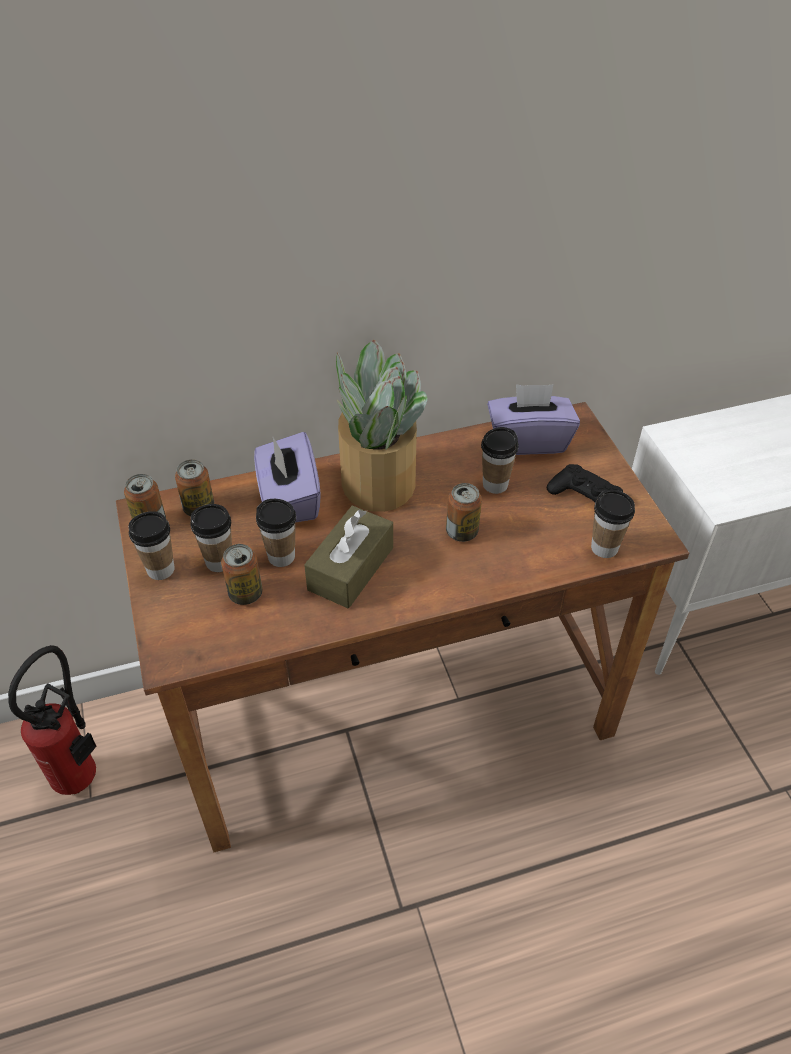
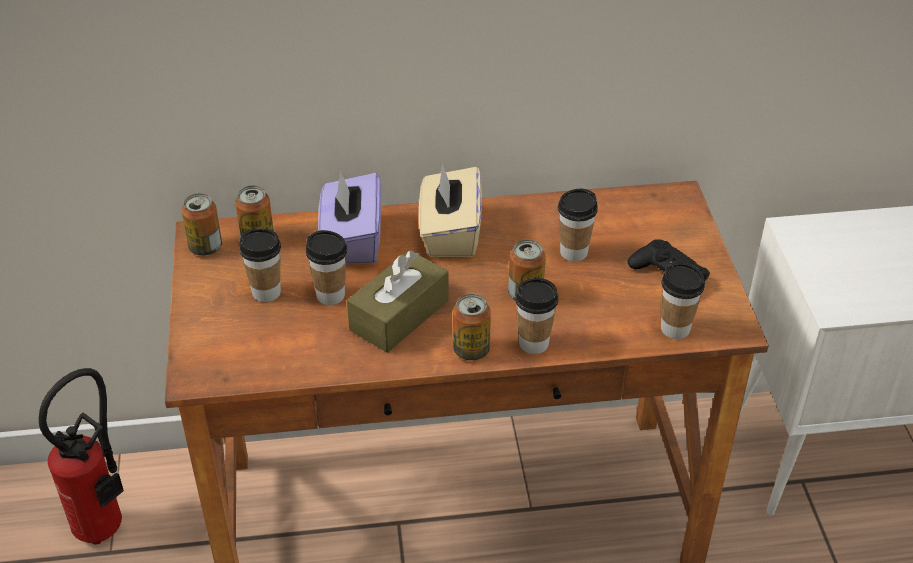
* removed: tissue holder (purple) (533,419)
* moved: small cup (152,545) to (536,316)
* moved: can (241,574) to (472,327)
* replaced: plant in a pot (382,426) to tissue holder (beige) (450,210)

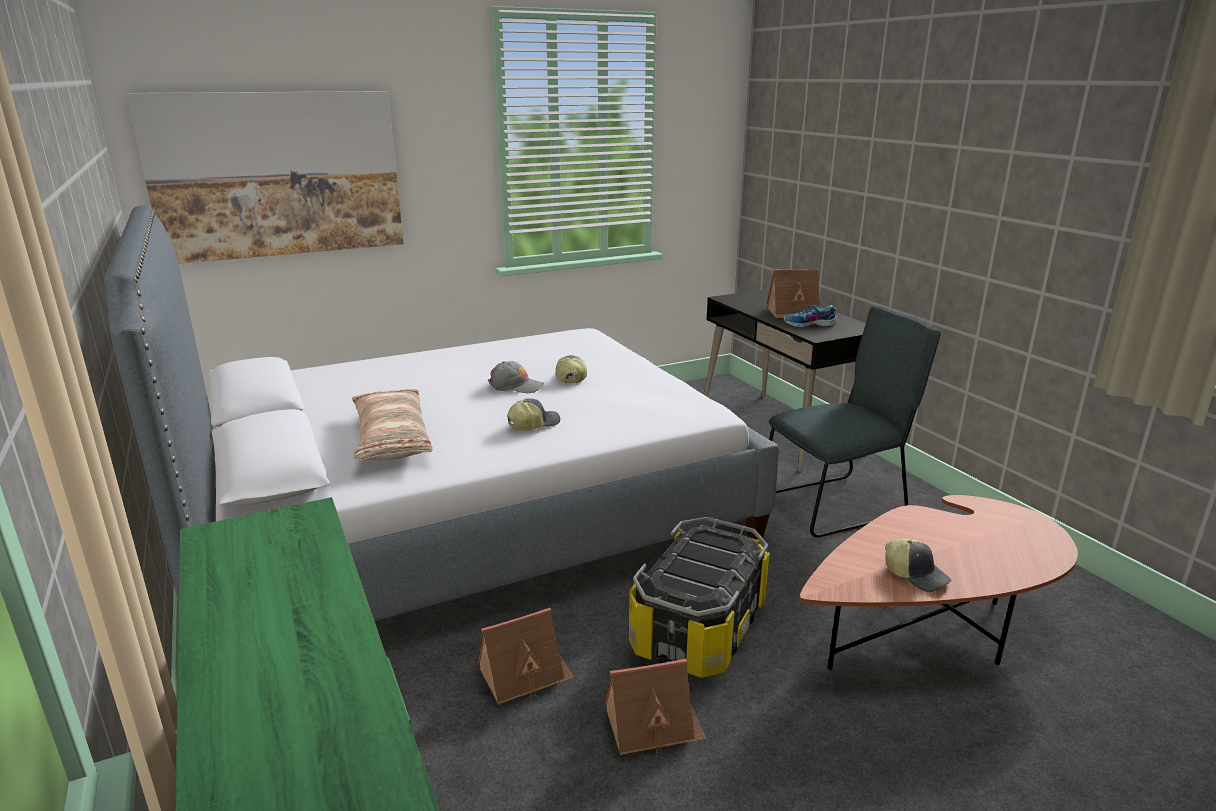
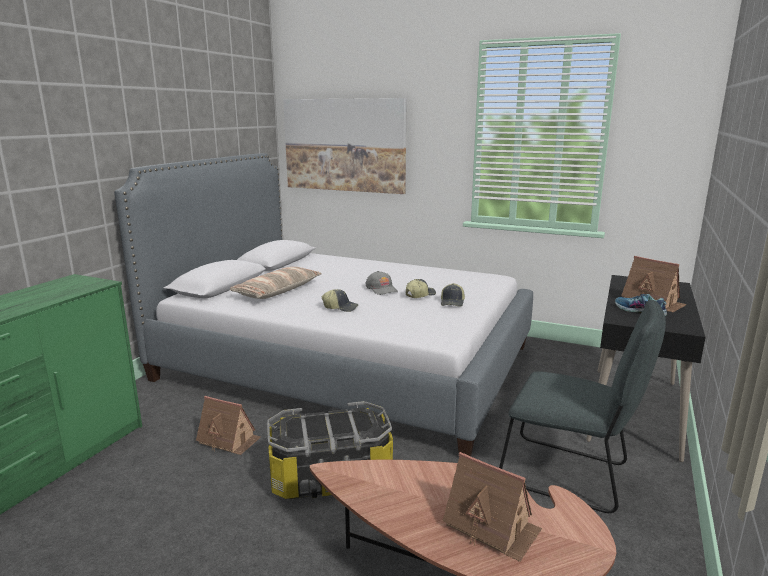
* moved: toy house (655,707) to (492,507)
* moved: cap (918,565) to (453,295)

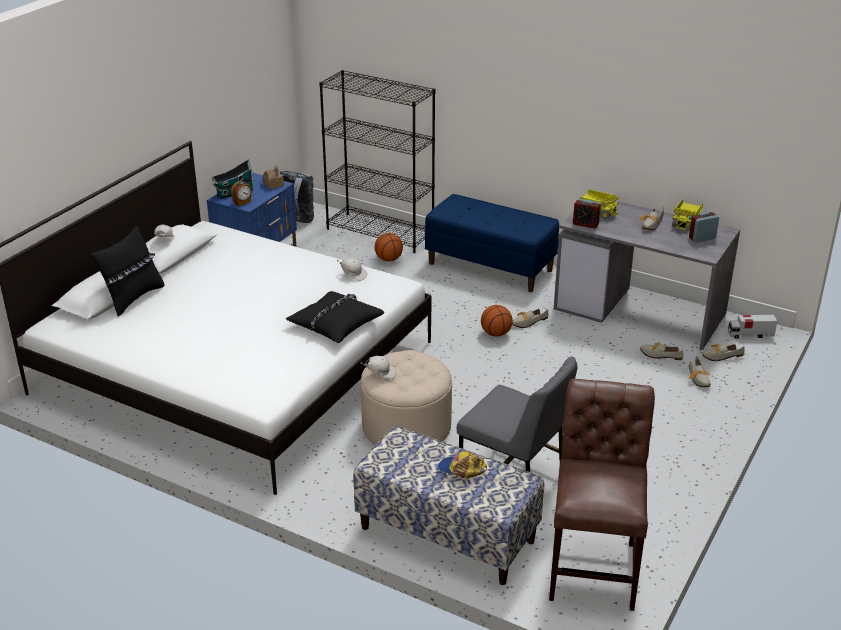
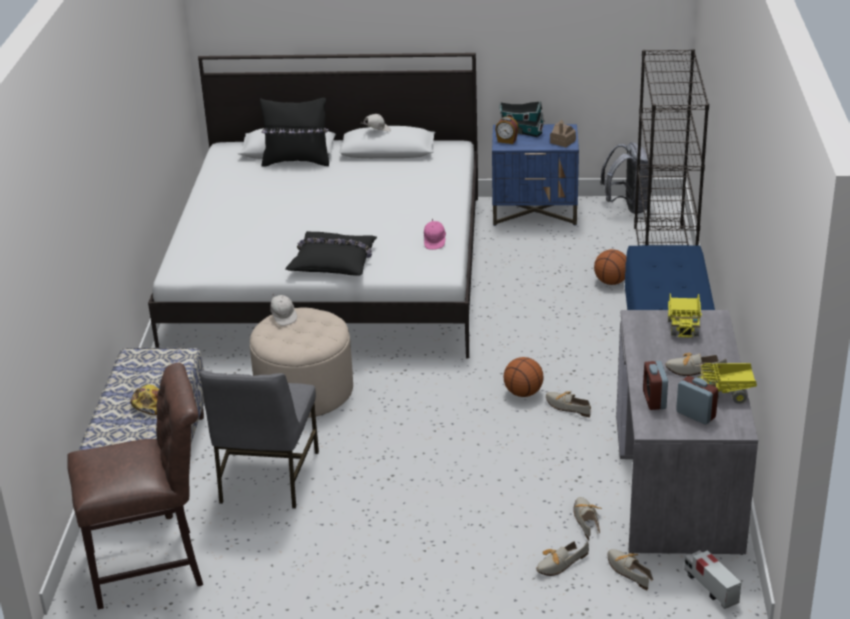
* moved: bedside clock (587,213) to (655,385)
* recoloured: cap (white-coloured) (352,269) to cap (pinkish) (435,234)

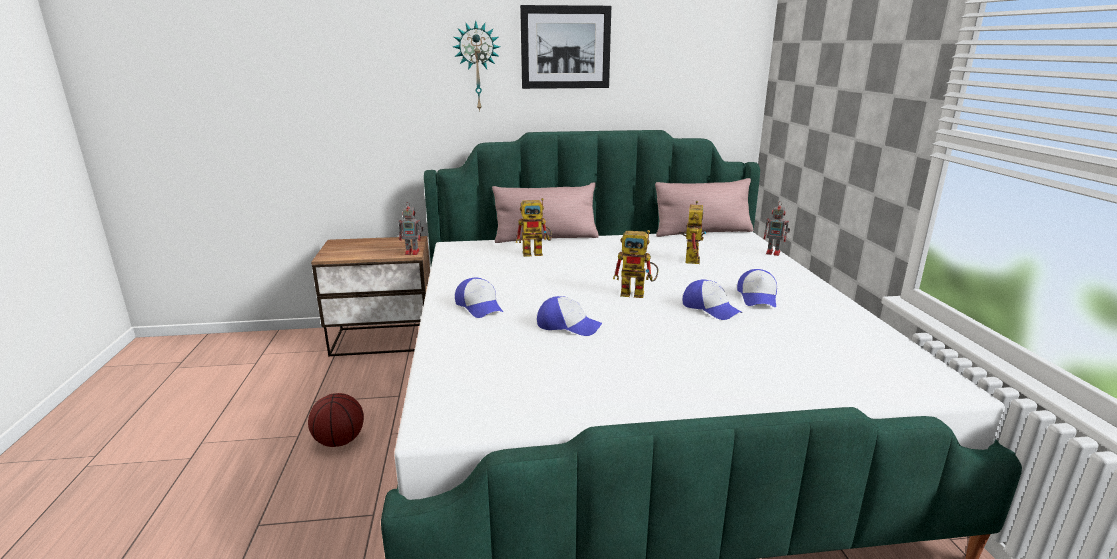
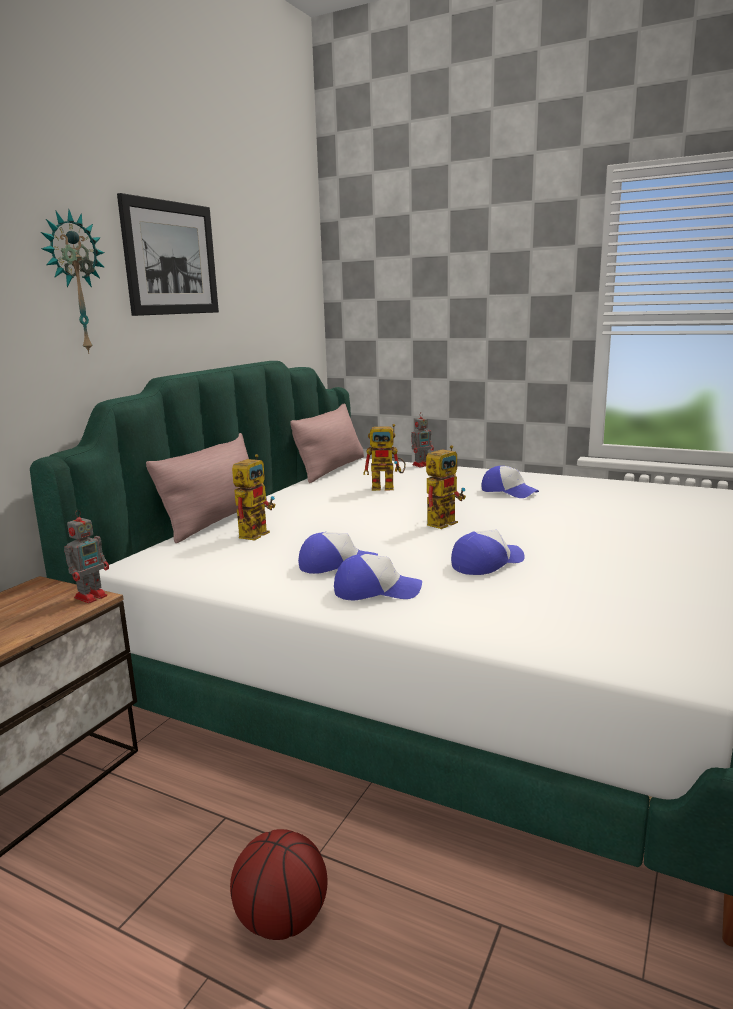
* moved: cap (712,299) to (338,553)
* turned: model robot (693,232) = (384,457) 135 degrees clockwise

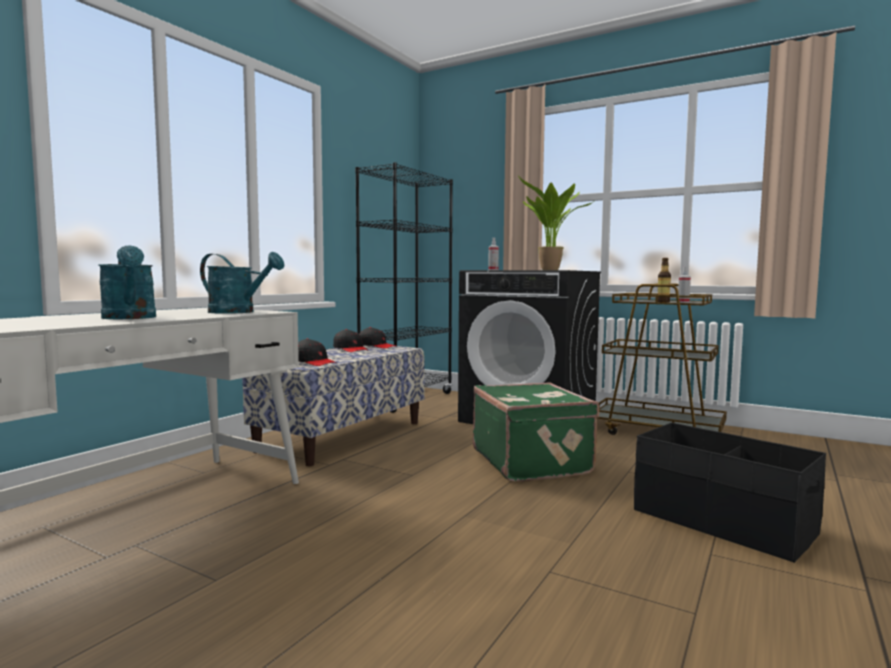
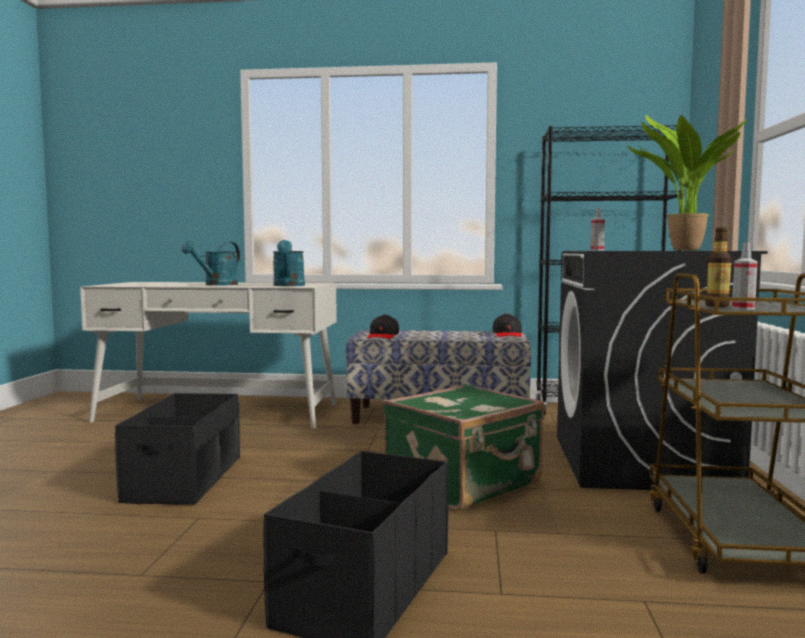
* removed: cap (black) (351,340)
* added: storage box (black) (177,449)

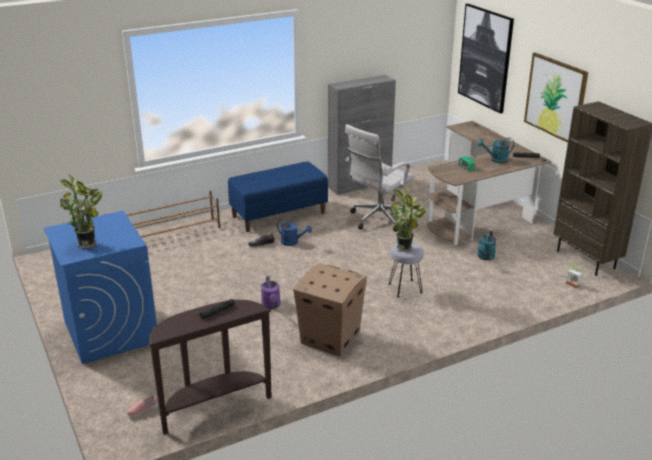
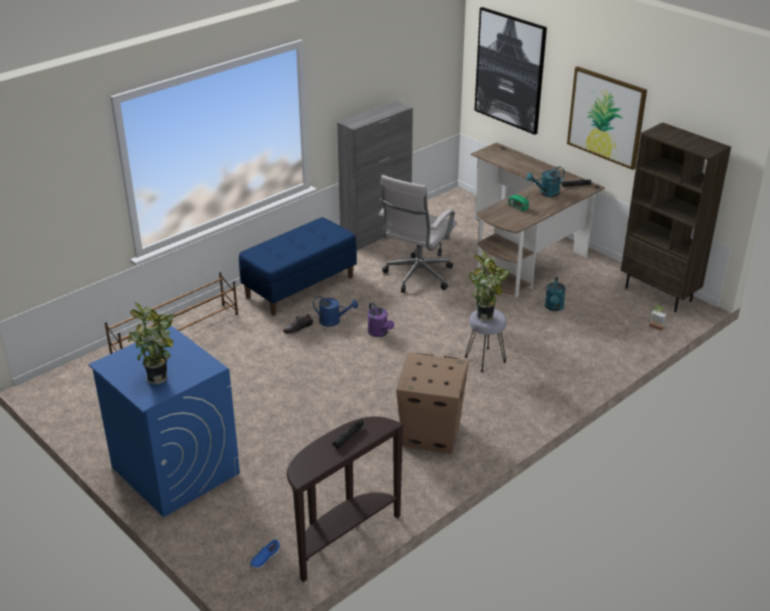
* moved: watering can (purple) (271,292) to (381,319)
* recoloured: low shoe (pinkish) (142,406) to low shoe (bluish) (265,554)

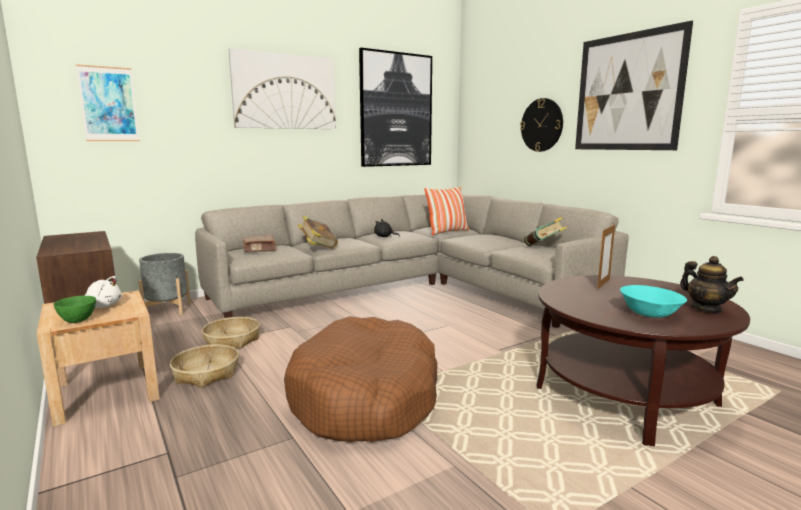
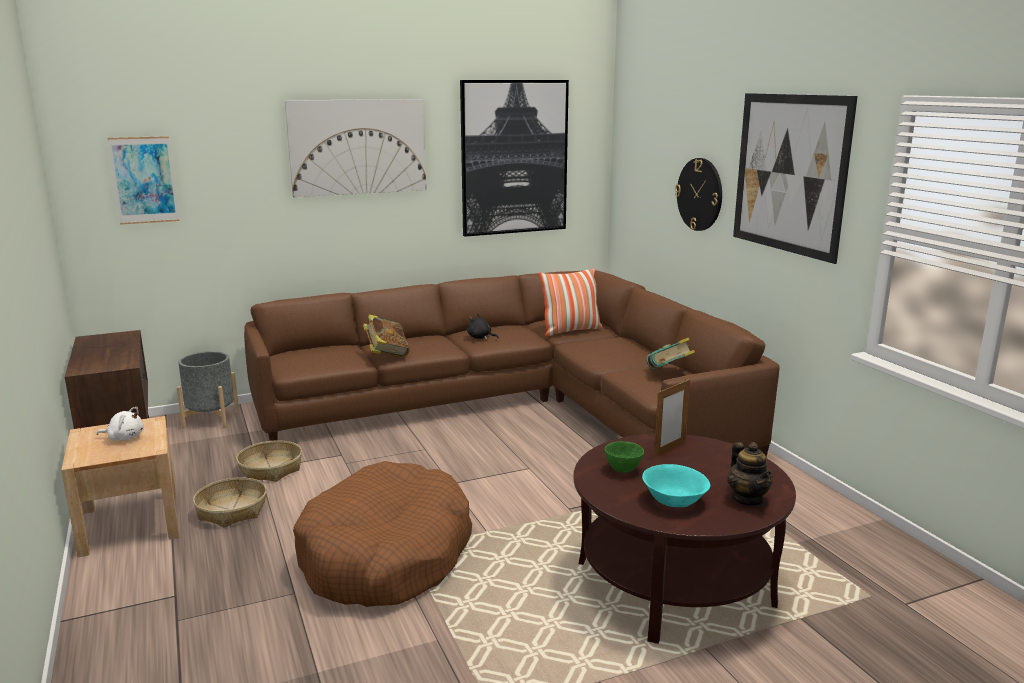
* removed: book (brownish) (259,243)
* moved: serving bowl (green) (74,309) to (624,457)
* recoloured: couch (grey) (412,260) to couch (brownish) (511,363)

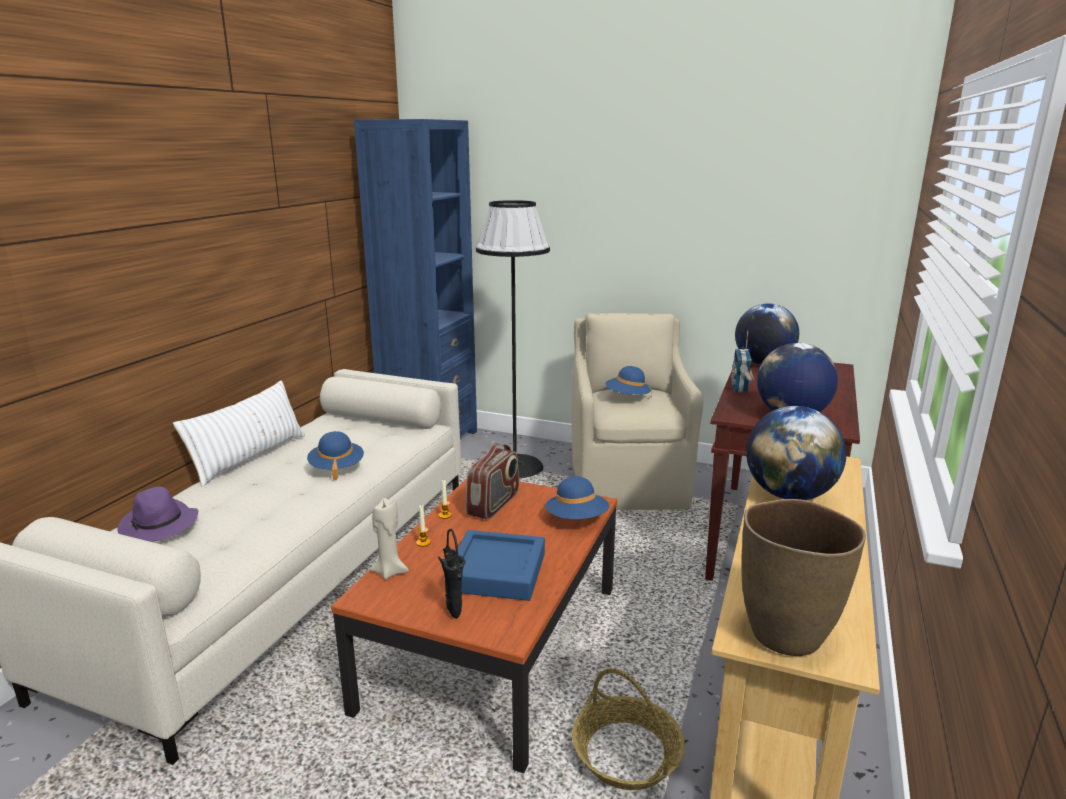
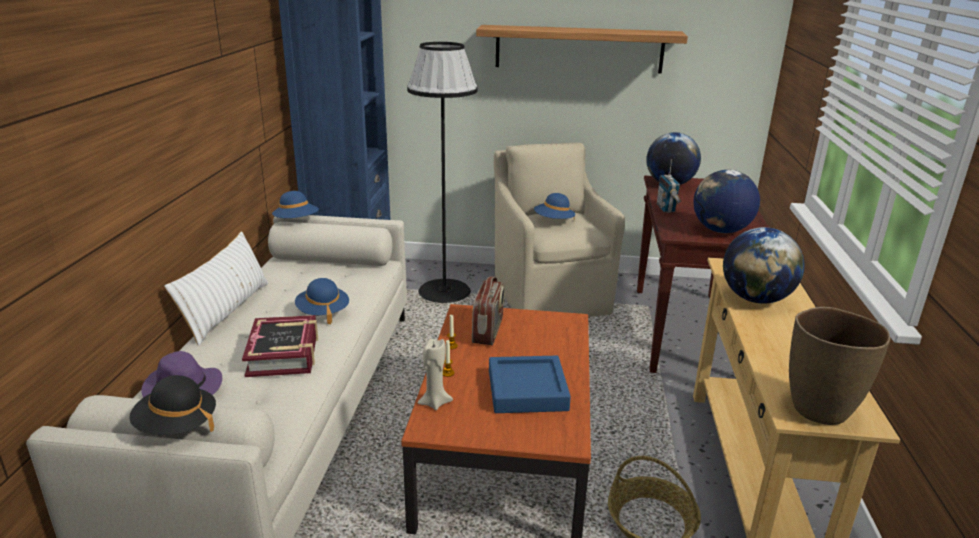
* removed: flower vase (black) (452,574)
* added: clothing hat (black) (172,405)
* added: book (280,346)
* added: wall shelf (582,49)
* moved: clothing hat (bluish) (577,498) to (295,204)

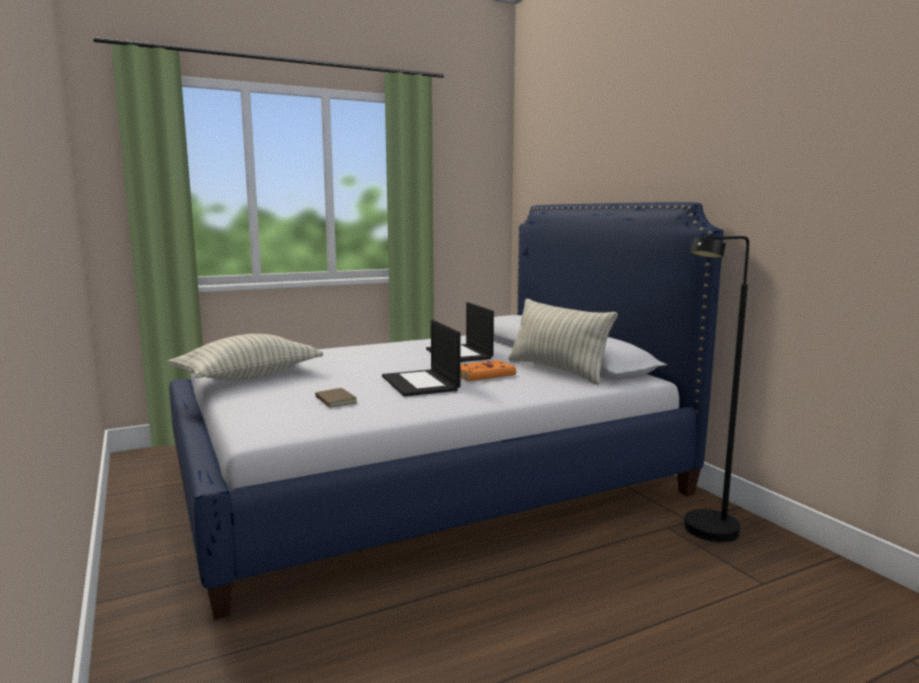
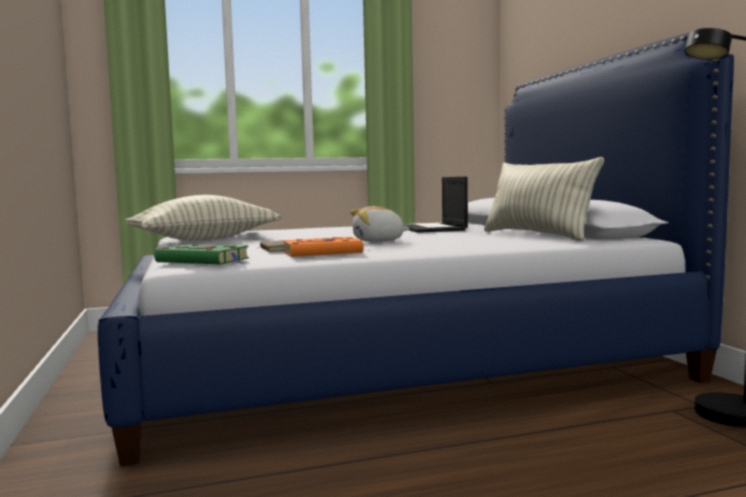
* added: book (green) (201,254)
* moved: book (orange) (488,370) to (326,247)
* replaced: laptop (421,358) to soft toy (380,224)

